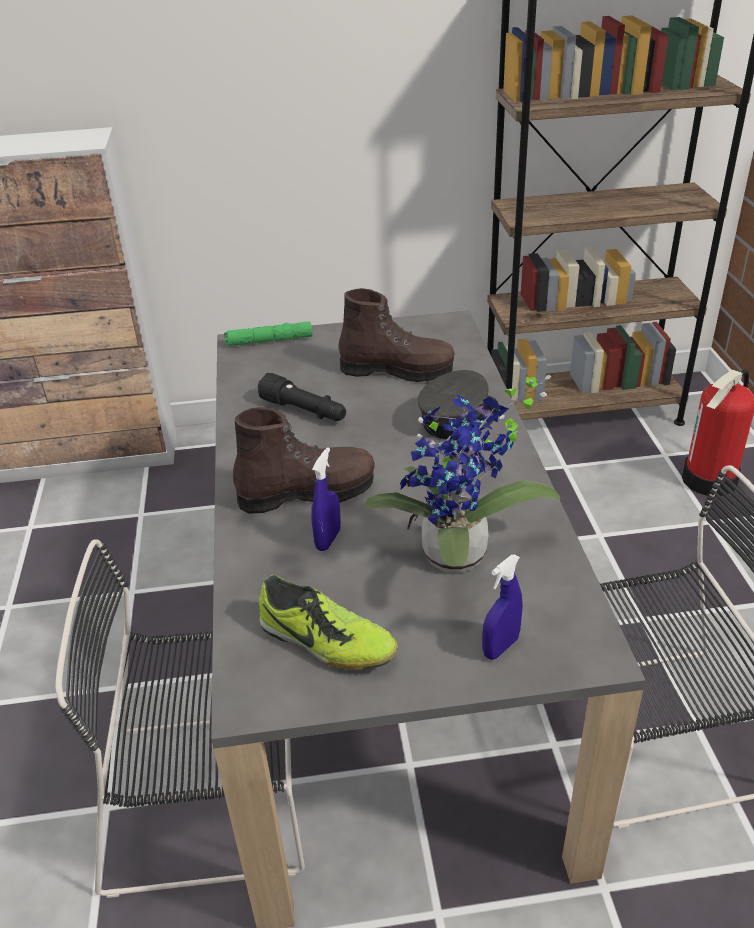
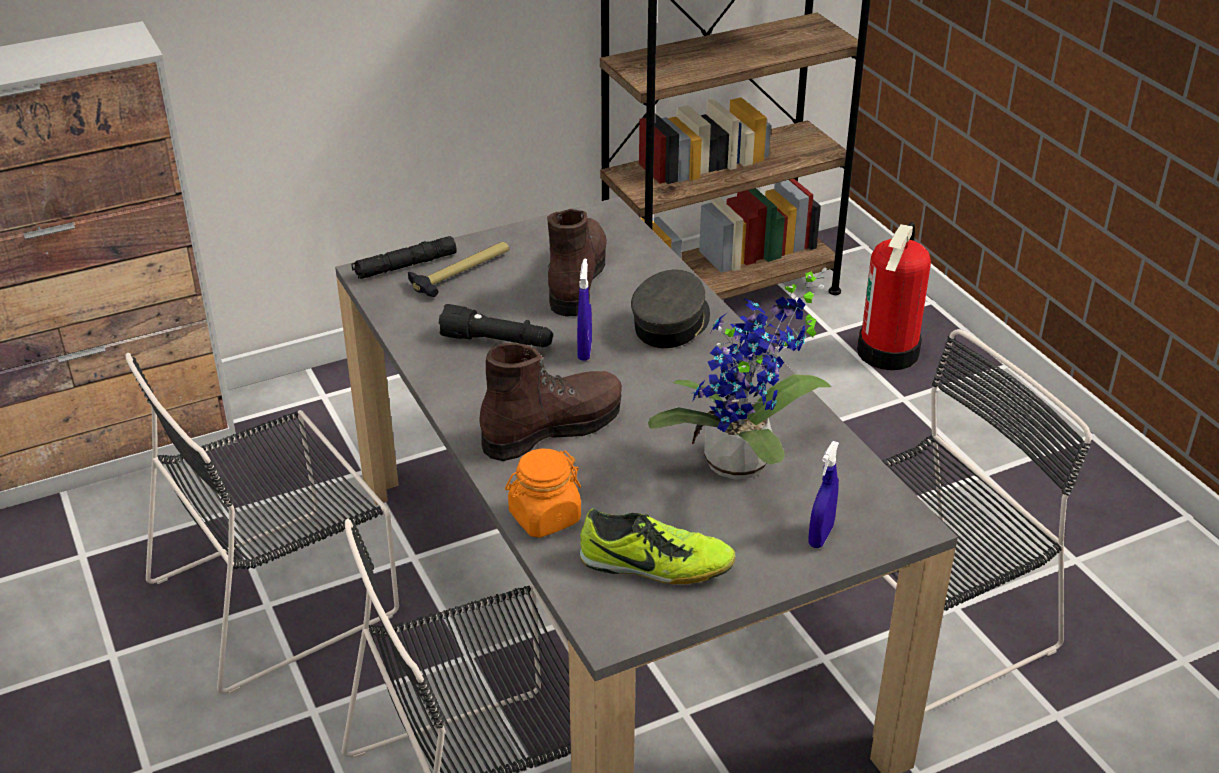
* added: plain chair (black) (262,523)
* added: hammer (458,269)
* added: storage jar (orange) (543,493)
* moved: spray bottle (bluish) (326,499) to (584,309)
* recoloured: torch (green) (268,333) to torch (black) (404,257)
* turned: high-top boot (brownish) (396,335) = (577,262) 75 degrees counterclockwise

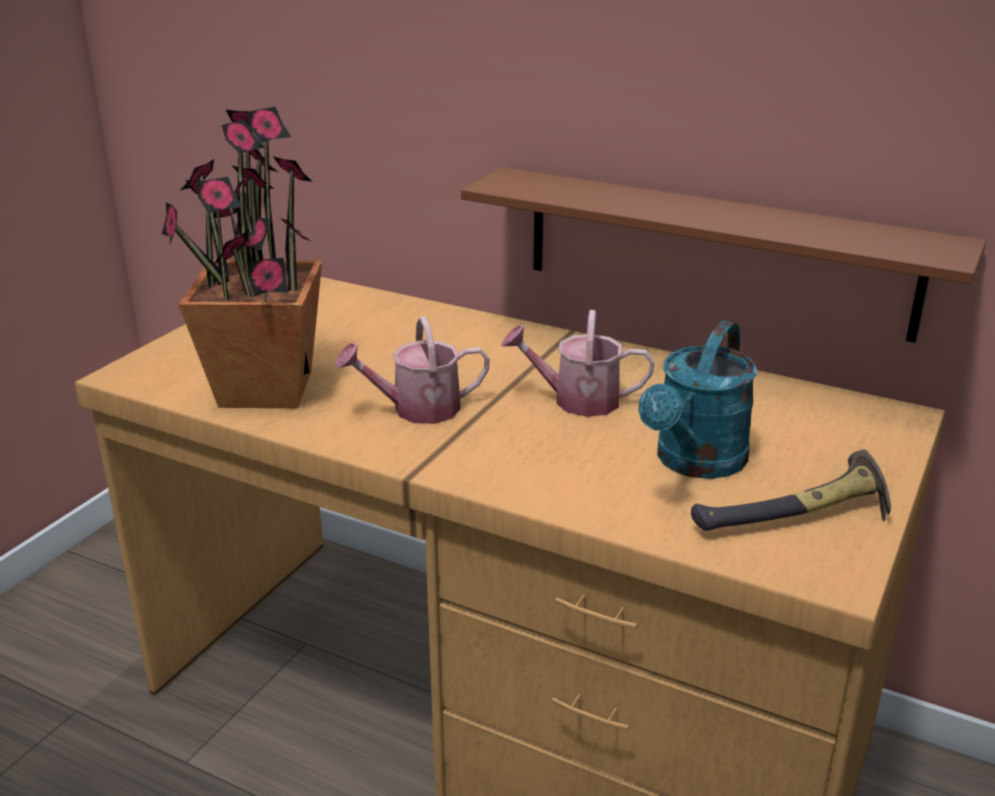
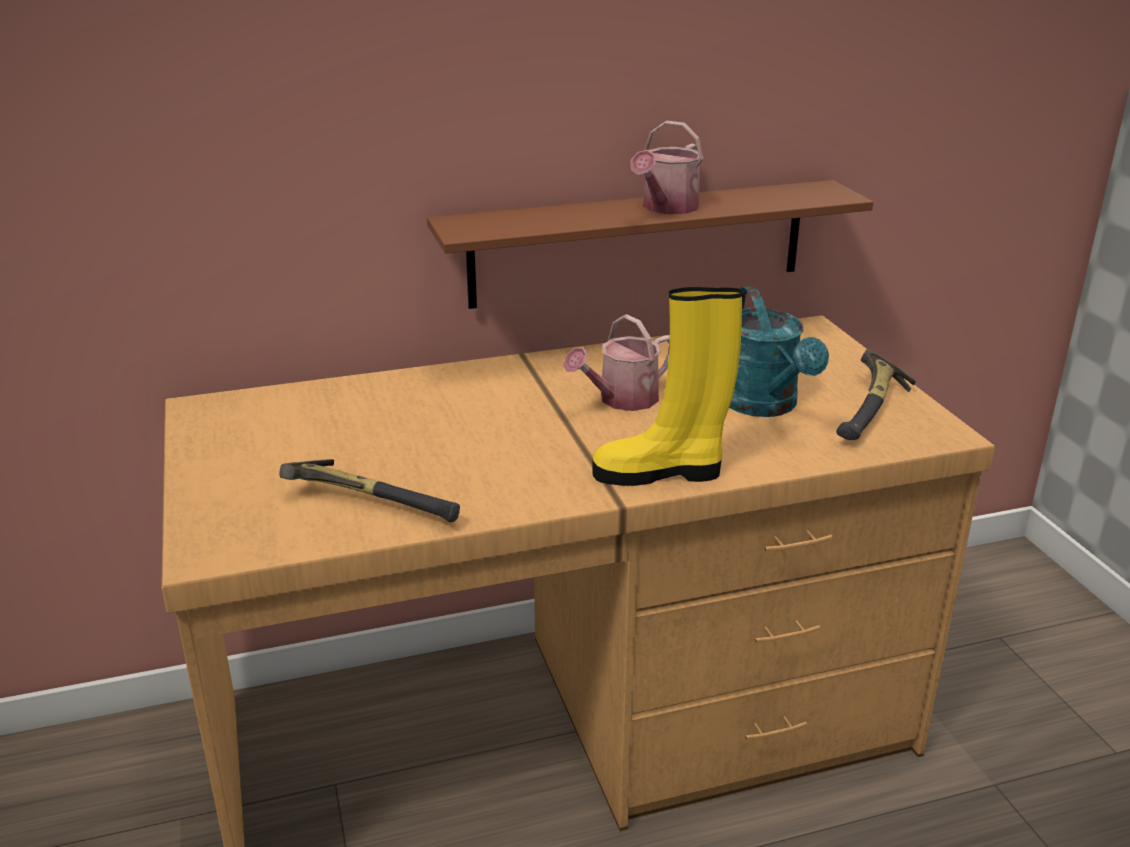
* added: high-top boot (yellow) (667,386)
* moved: watering can (412,370) to (667,167)
* replaced: plant in a pot (242,257) to hammer (369,490)

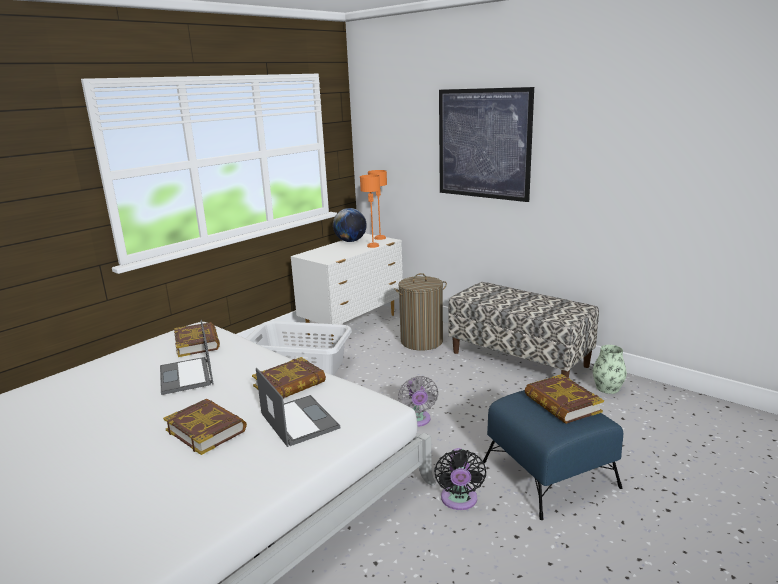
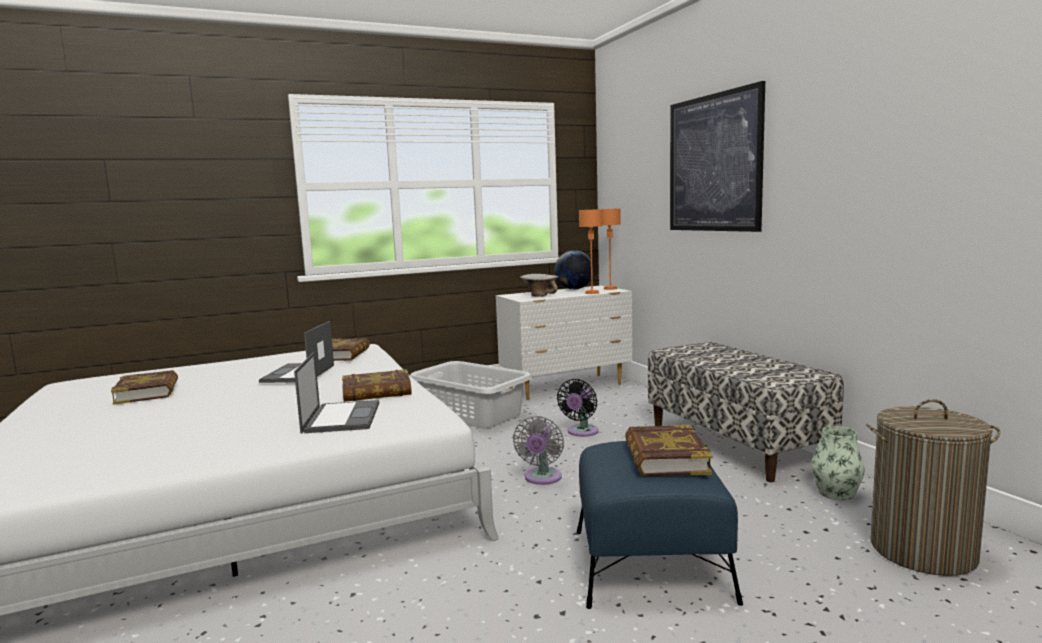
* added: serving bowl (539,285)
* moved: book (205,427) to (144,387)
* moved: laundry basket (420,312) to (933,487)
* moved: electric fan (black) (460,479) to (578,408)

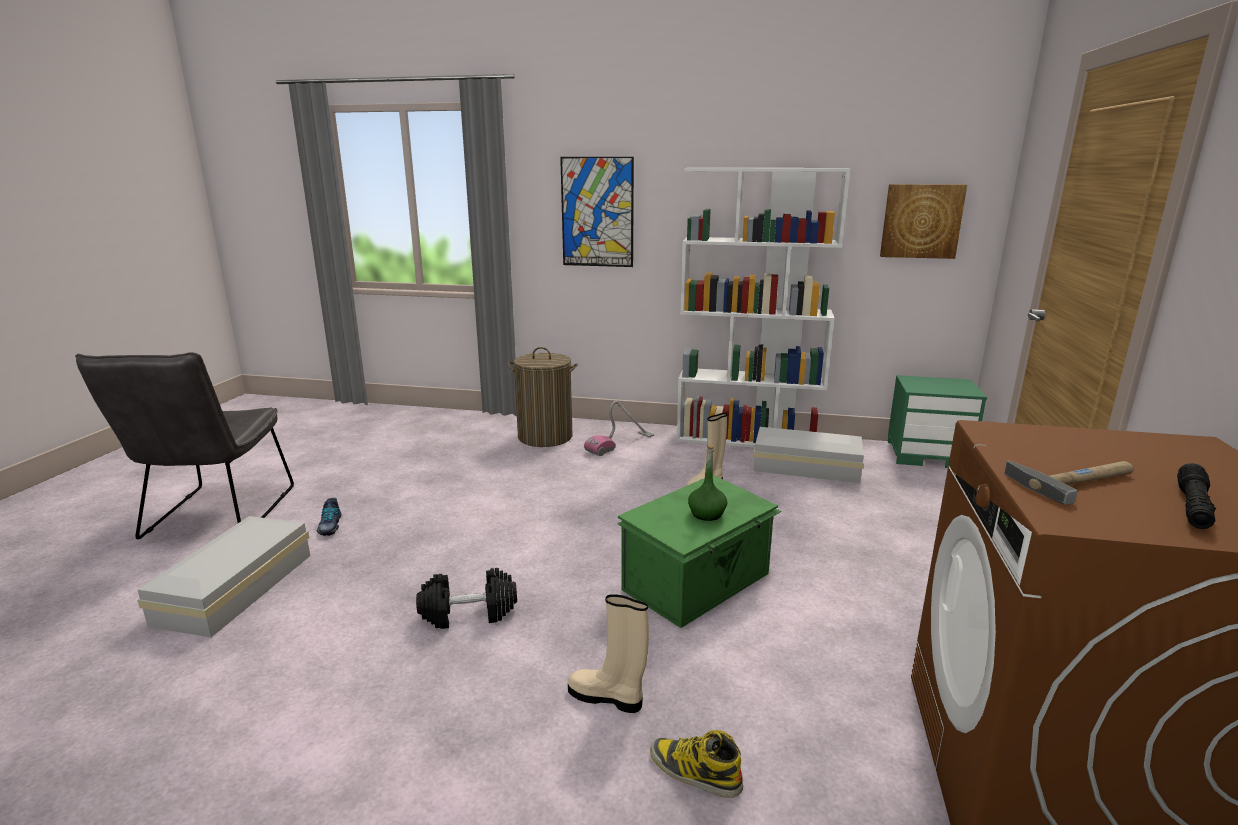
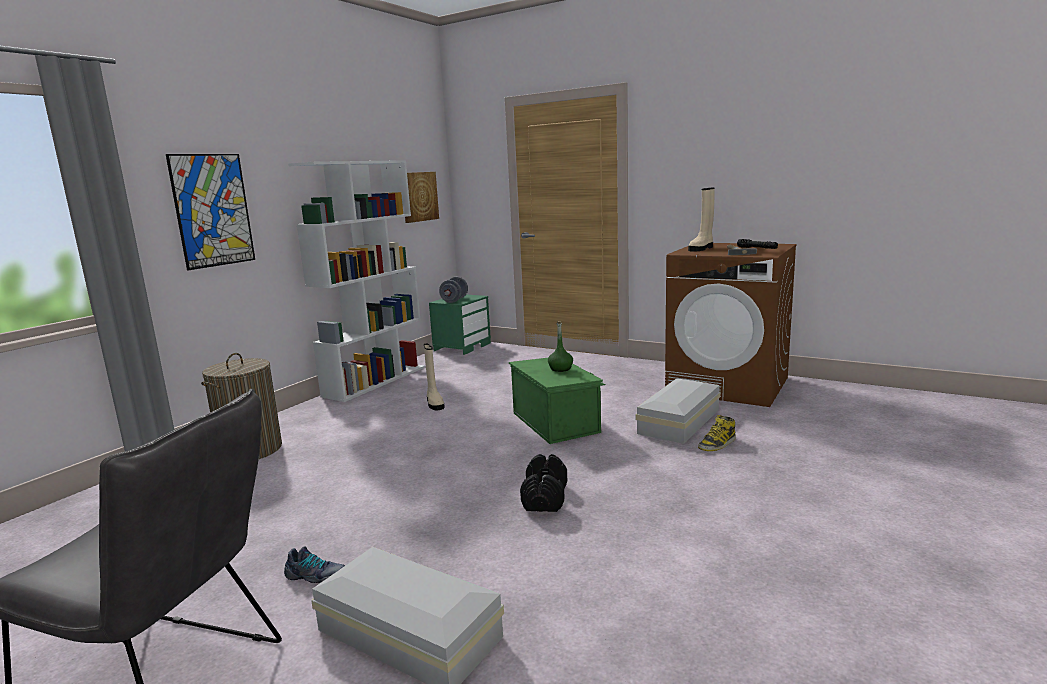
* removed: vacuum cleaner (619,428)
* added: dumbbell (grey) (453,290)
* moved: high-top boot (beige) (608,653) to (701,219)
* moved: storage box (white-coloured) (808,455) to (678,411)

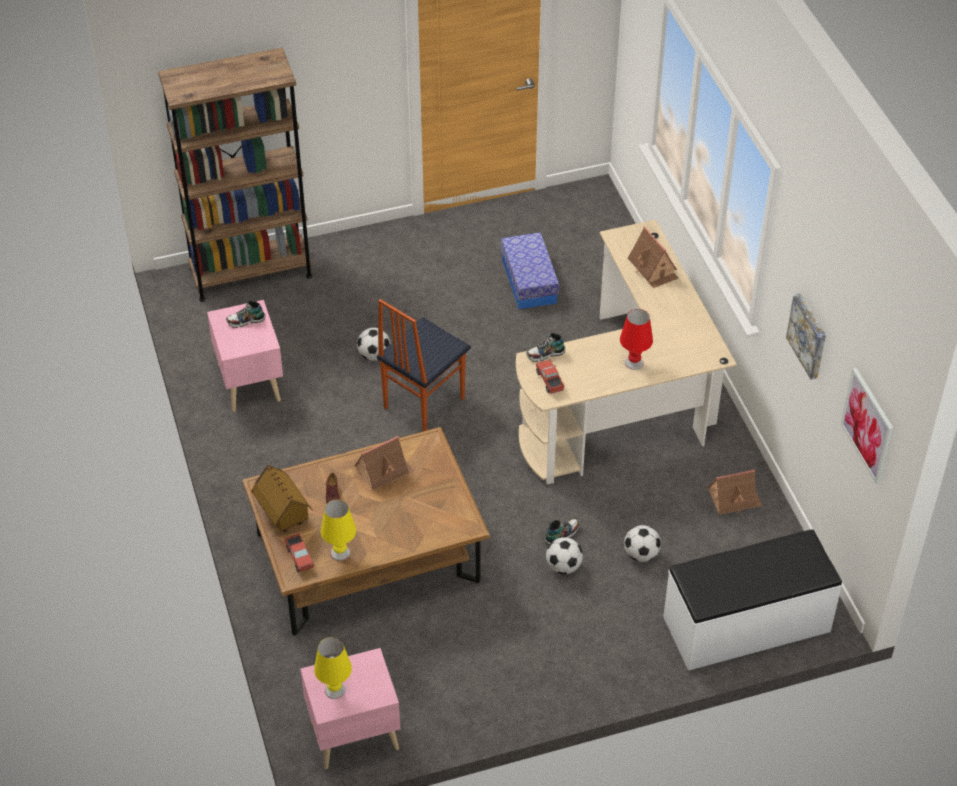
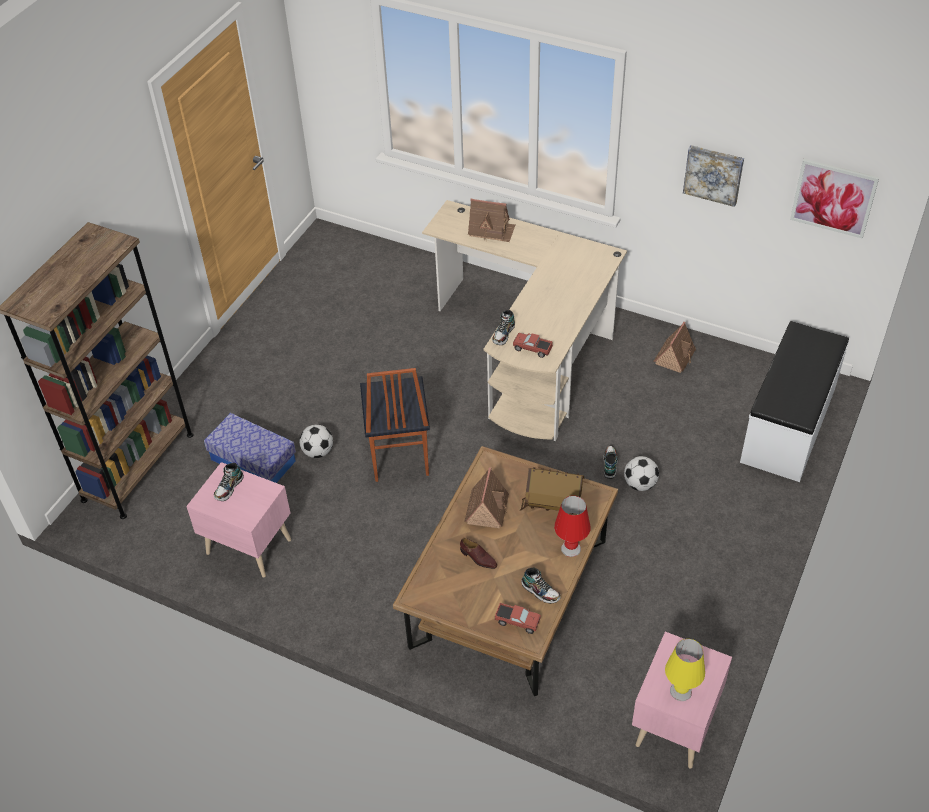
* removed: football ball (642,543)
* moved: toy house (282,498) to (552,490)
* moved: storage box (530,270) to (250,448)
* moved: table lamp (red) (636,339) to (572,526)
* replaced: table lamp (yellow) (338,530) to low shoe (541,586)

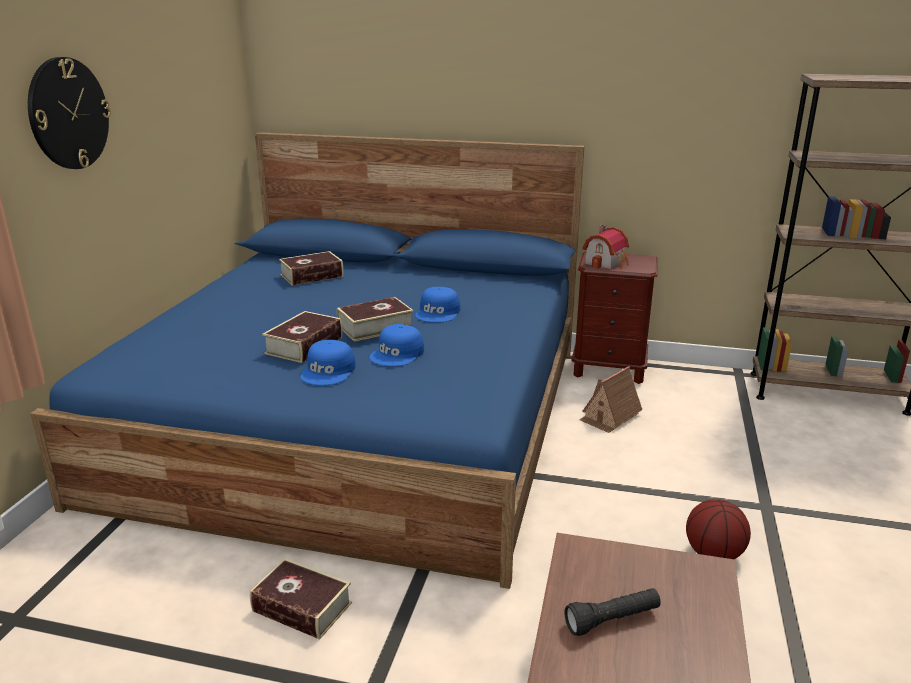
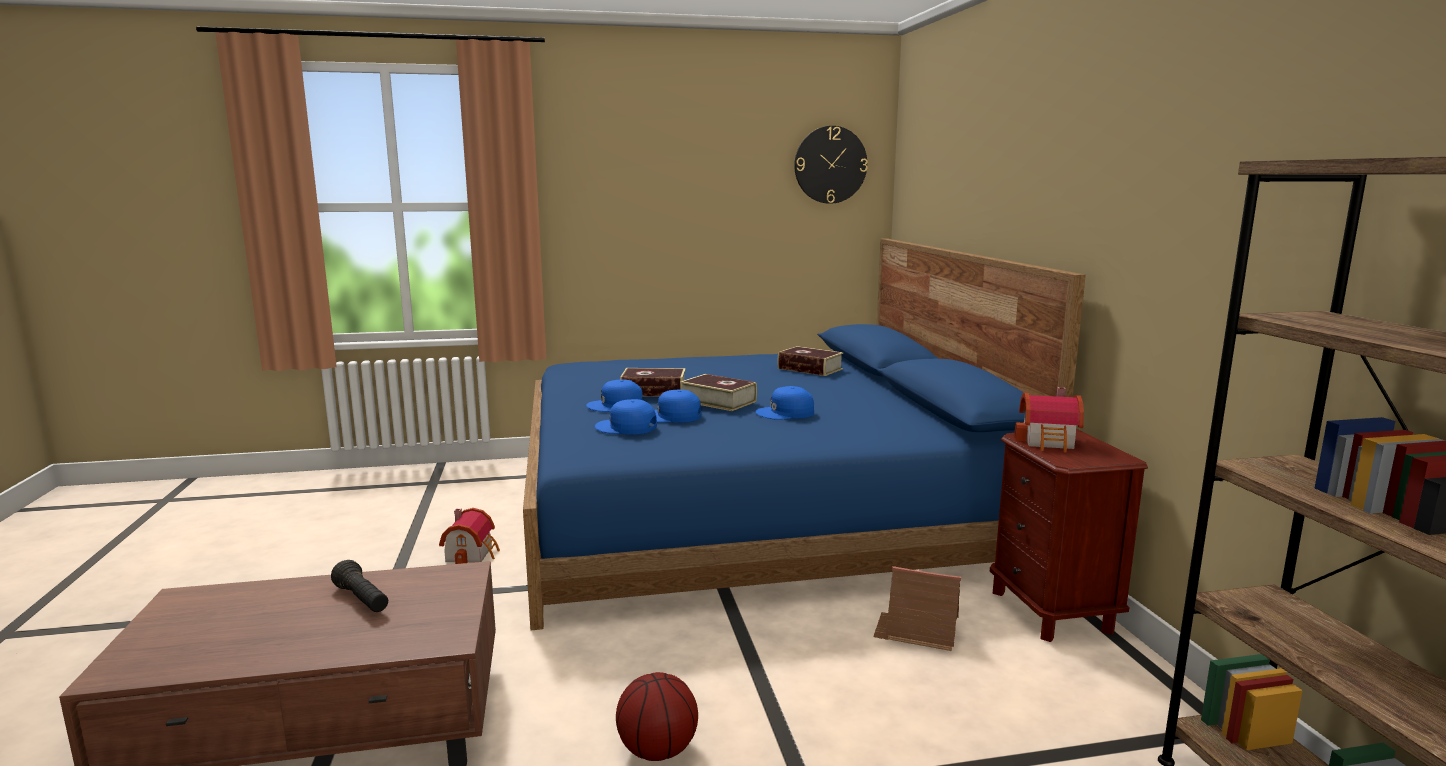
* added: cap (bluish) (626,417)
* moved: clock on the wall (69,113) to (831,165)
* replaced: book (301,599) to toy house (469,536)

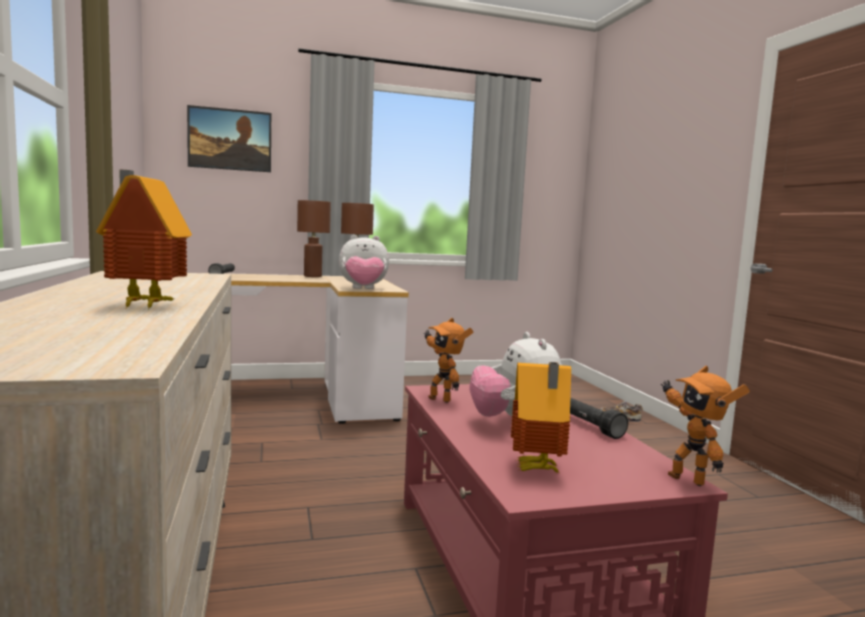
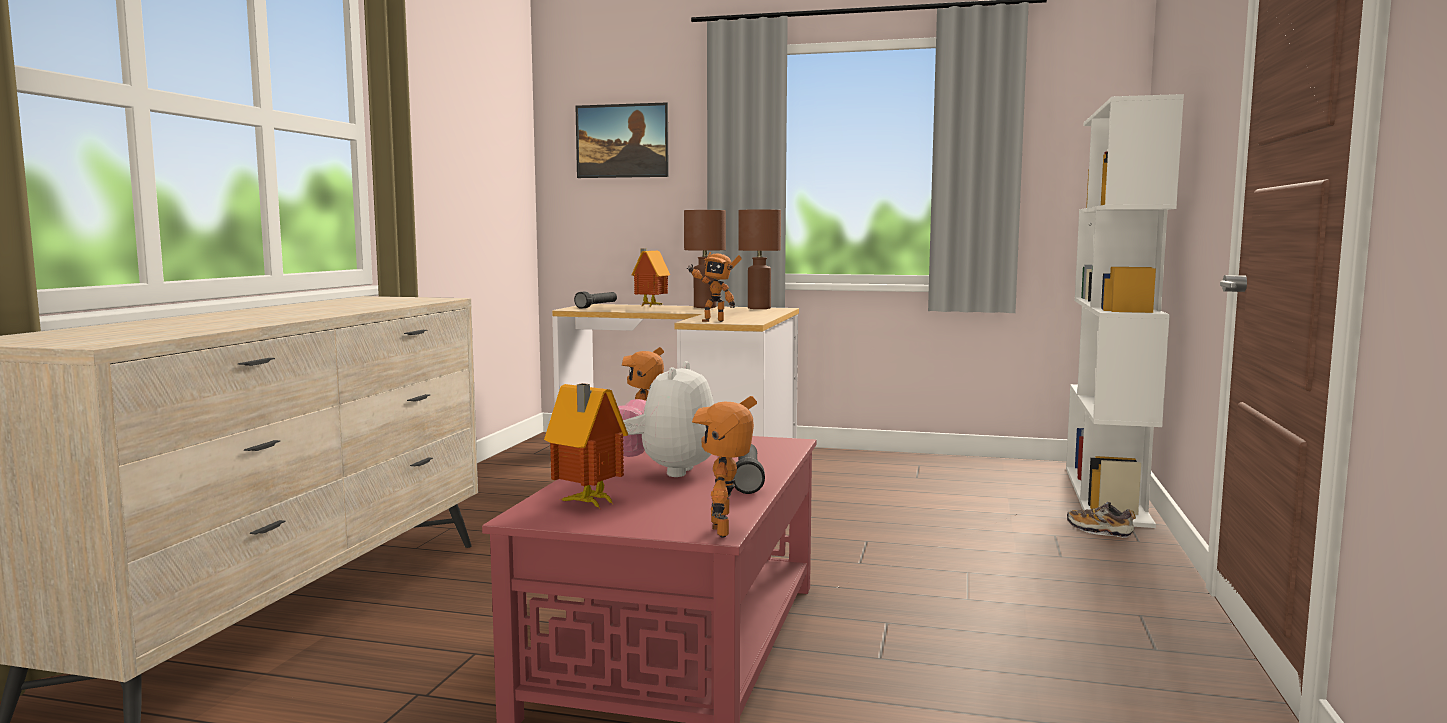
* added: shelving unit (white-coloured) (1125,311)
* moved: toy house (144,239) to (651,278)
* replaced: soft toy (364,262) to model robot (714,287)

